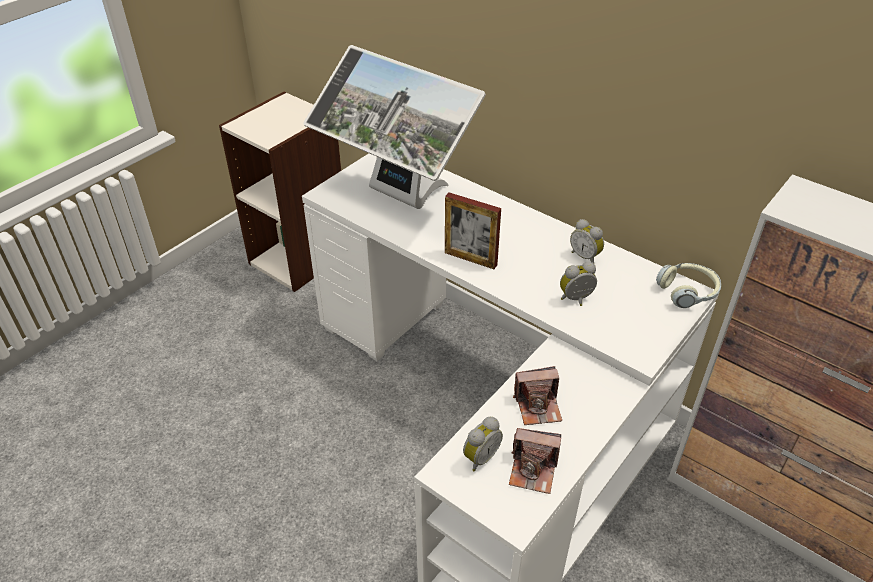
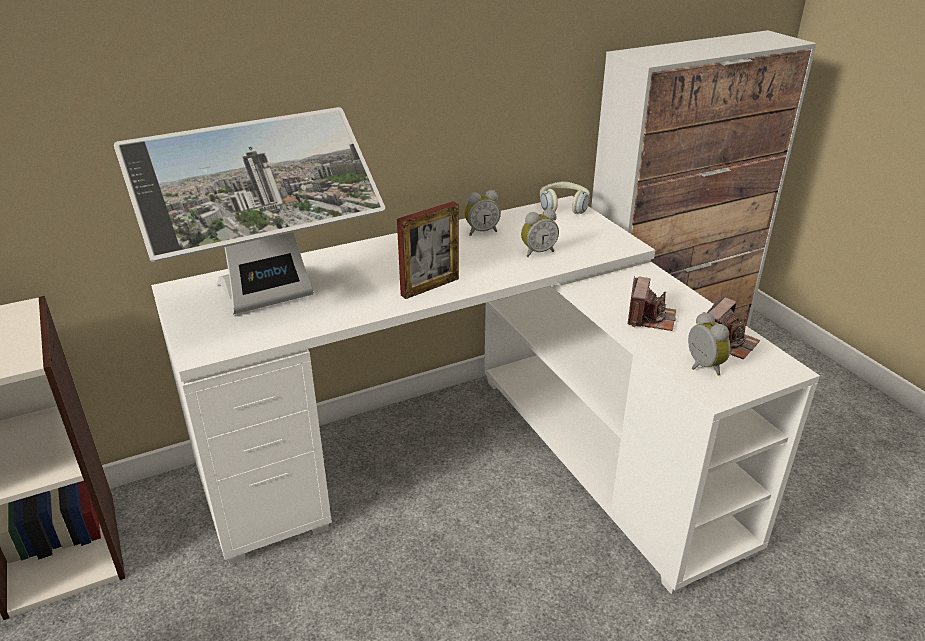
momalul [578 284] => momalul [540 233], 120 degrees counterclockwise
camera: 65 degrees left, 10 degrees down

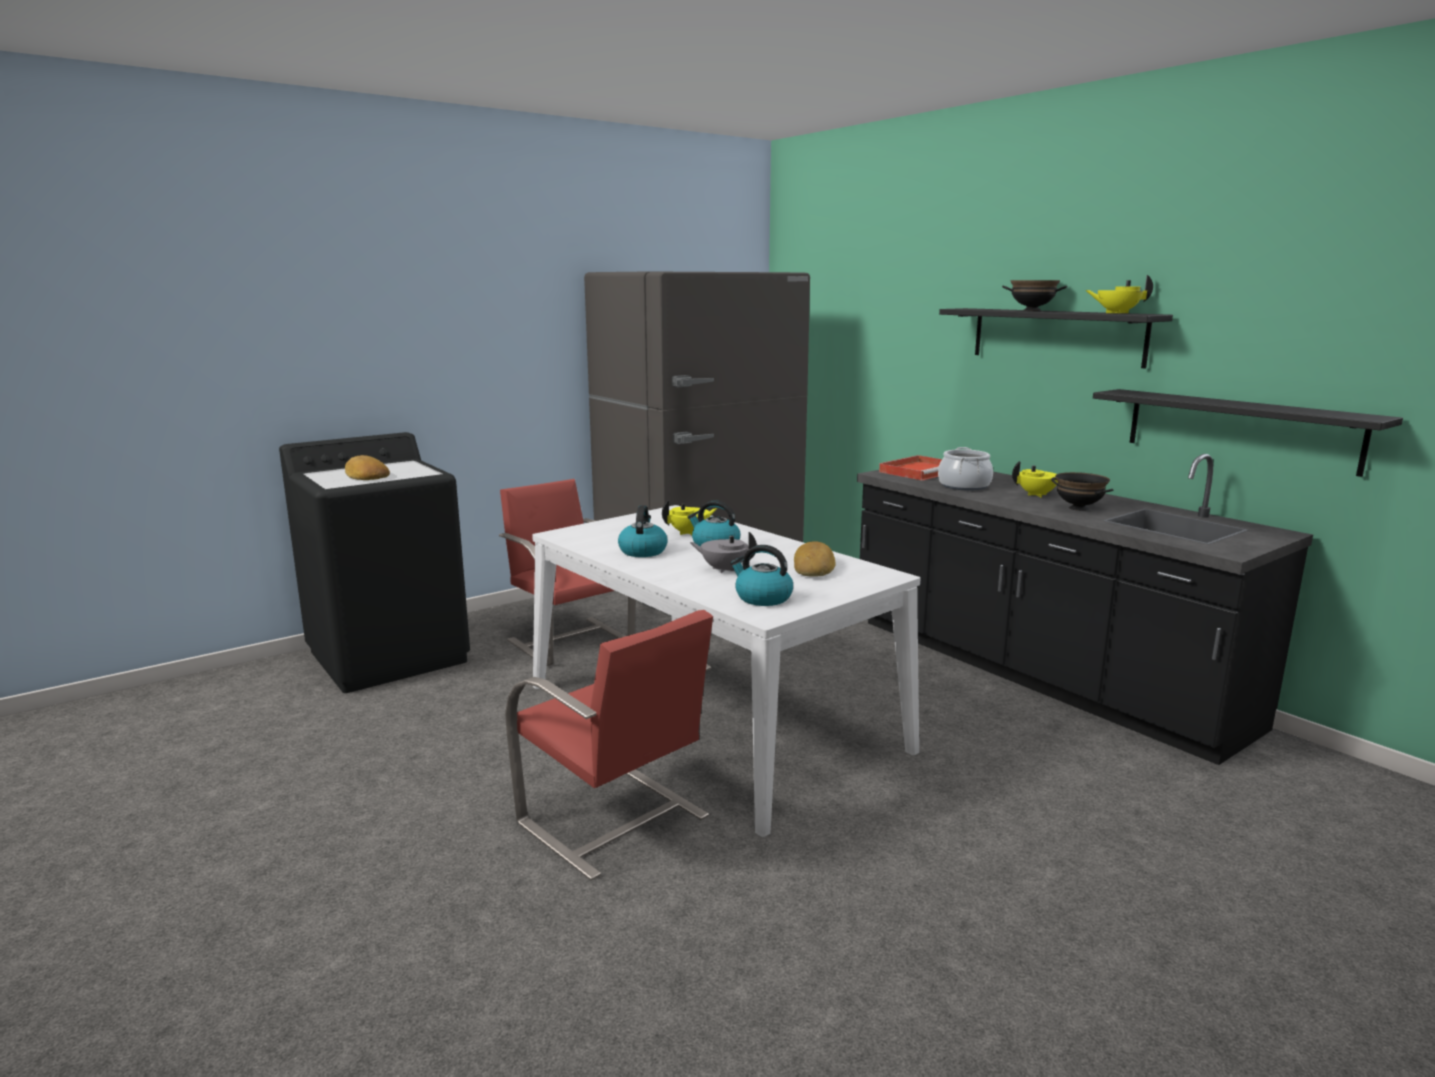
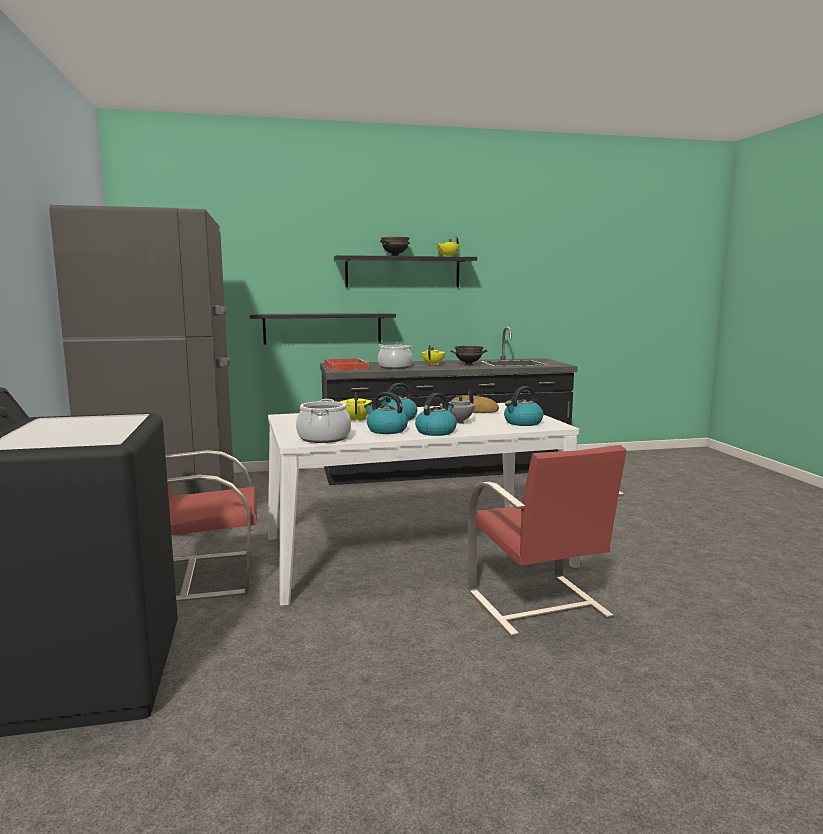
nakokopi [367 467] => nothing
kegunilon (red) [609 745] => kegunilon (red) [547 541], 90 degrees clockwise
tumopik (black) [1248 433] => tumopik (black) [323 328], moved
nothing => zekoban [323 421]
nothing => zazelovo [436 414]
camera: 65 degrees left, 5 degrees down

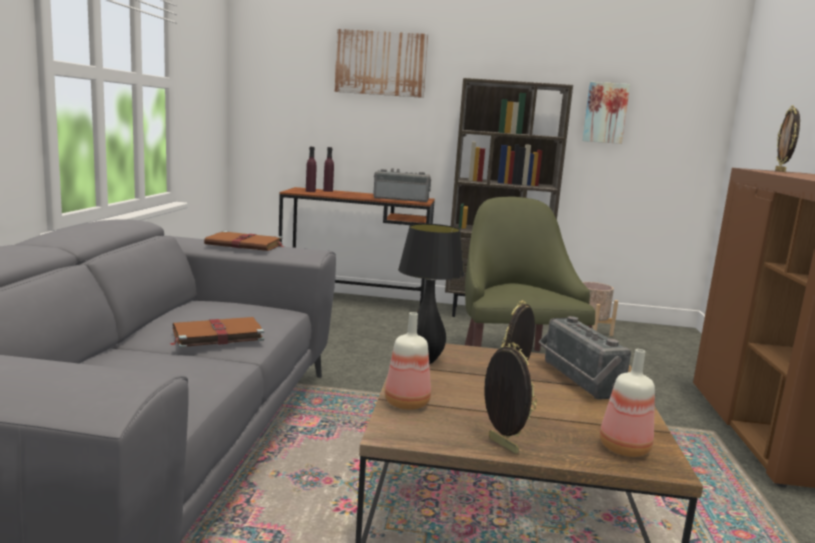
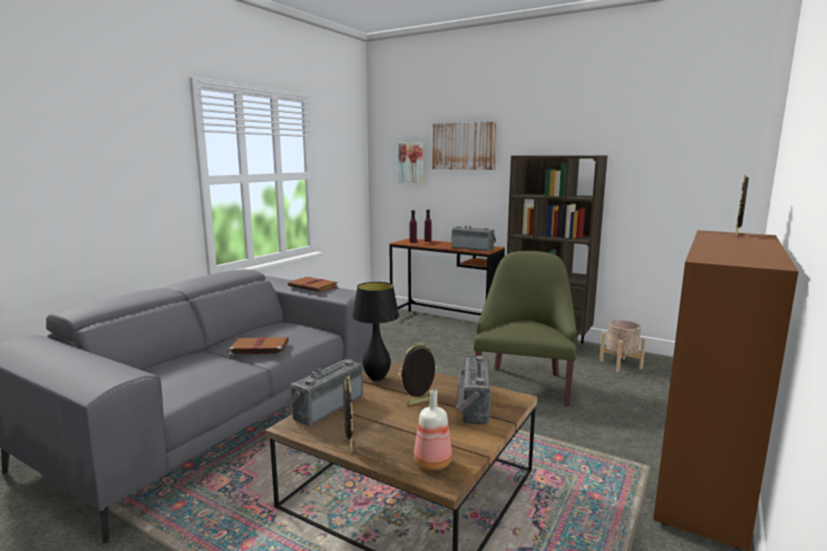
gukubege [408 361] => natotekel [324 392]
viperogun [606 113] => viperogun [410 162], moved
camera: 25 degrees right, 0 degrees up

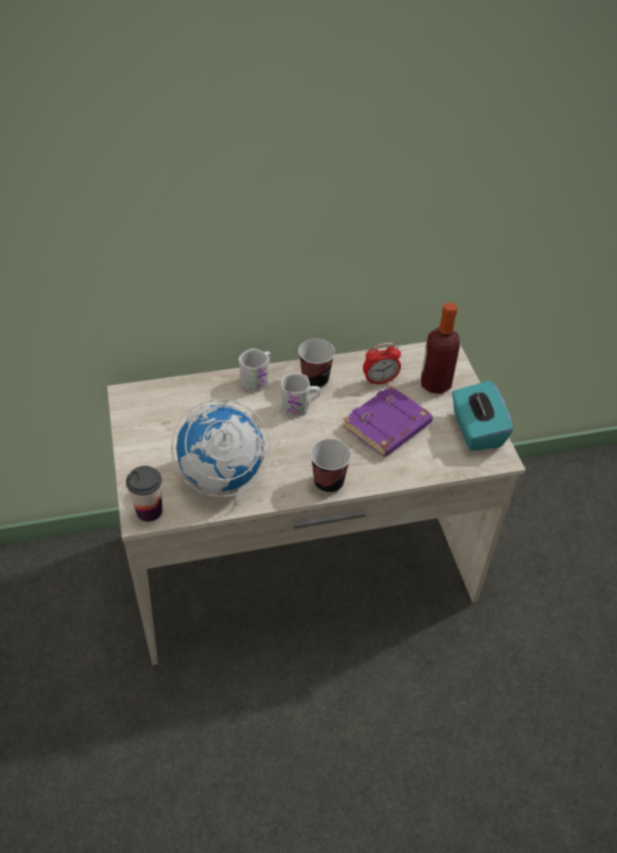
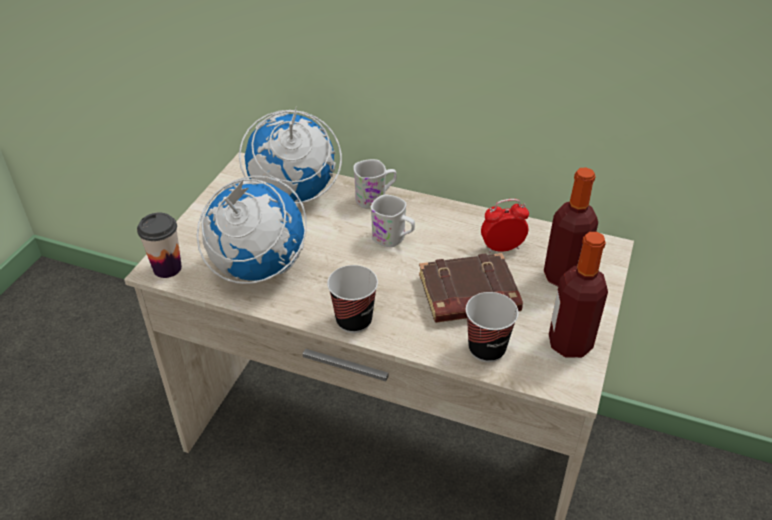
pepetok [316 363] => pepetok [492 327], moved
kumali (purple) [388 421] => kumali (brown) [471 288]
momalul [382 364] => momalul [505 226], 150 degrees clockwise
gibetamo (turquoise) [482 415] => gukubege [578 295]
nothing => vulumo [290 154]
camera: 35 degrees right, 5 degrees down

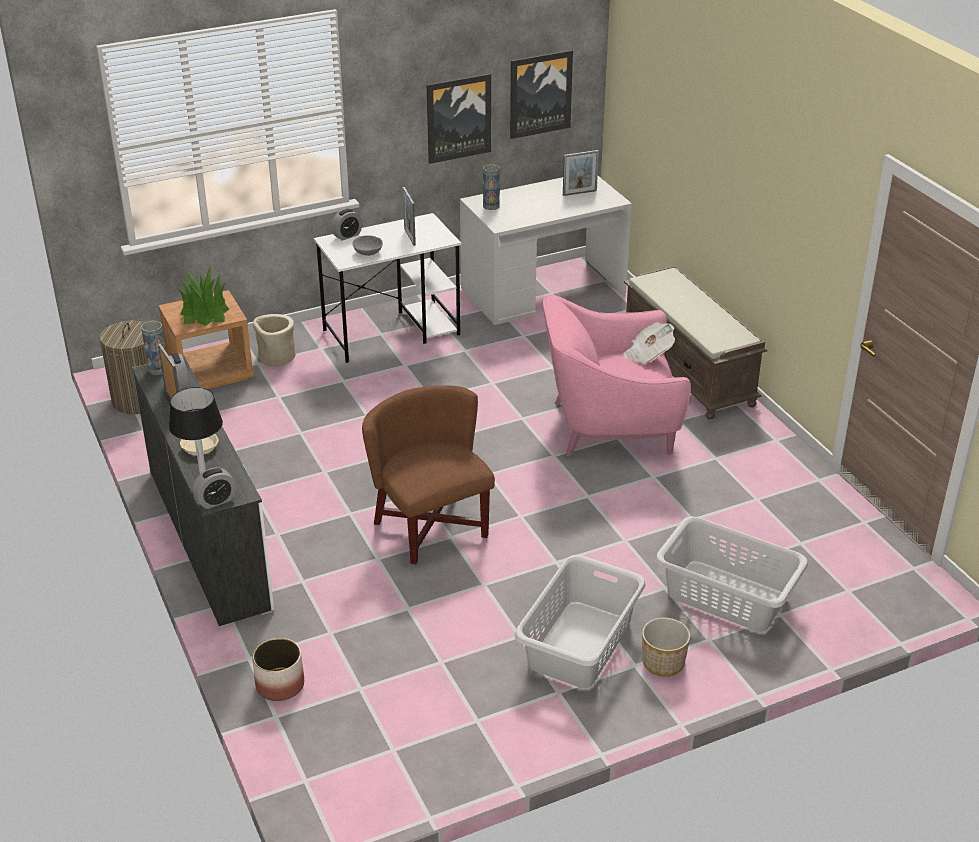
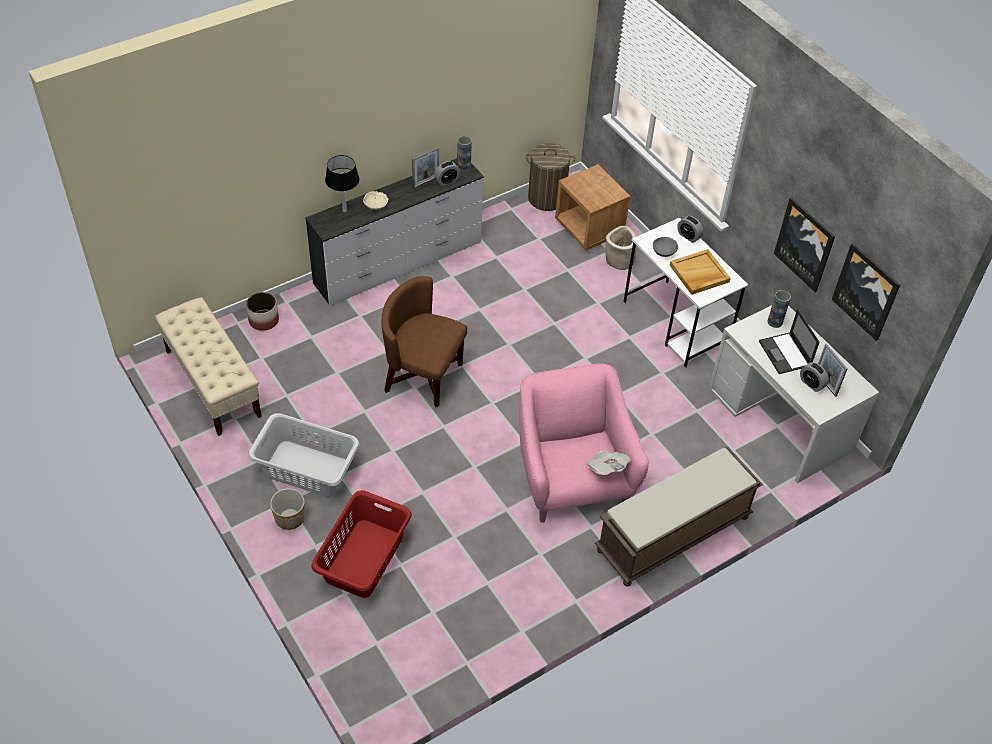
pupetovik [204 295] => nothing
momalul [215 488] => momalul [814 377], moved
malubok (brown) [428 474] => malubok (brown) [424 341], 120 degrees counterclockwise
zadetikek [409 216] => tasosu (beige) [700 272]
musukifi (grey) [731 574] => musukifi (red) [361 544]
nothing => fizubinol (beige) [208 366]
nothing => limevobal [789 341]
camera: 80 degrees right, 15 degrees up

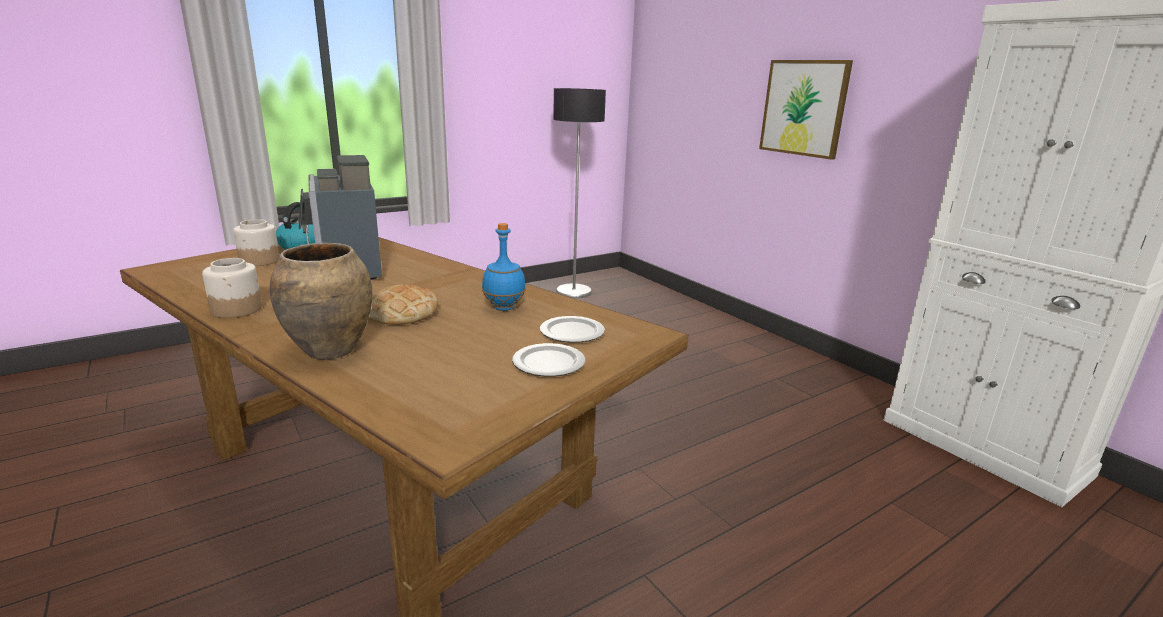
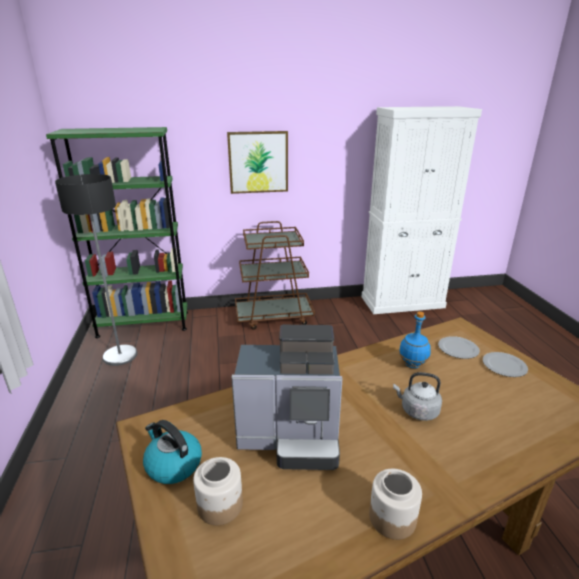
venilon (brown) [321 301] => nothing
nakokopi [403 304] => zazelovo (grey) [417 396]
nothing => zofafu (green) [117 232]
nothing => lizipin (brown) [275 275]
camera: 65 degrees left, 5 degrees up

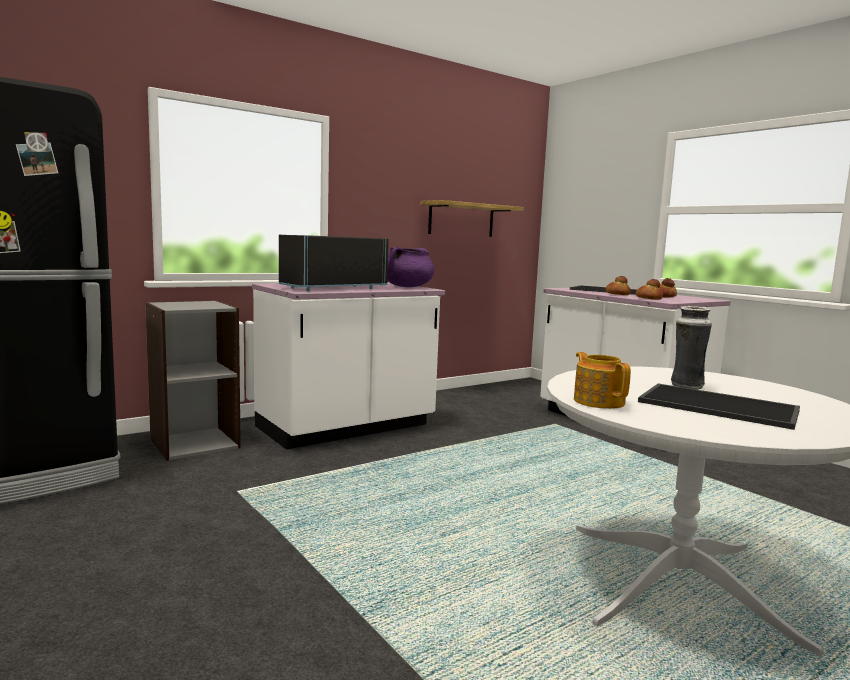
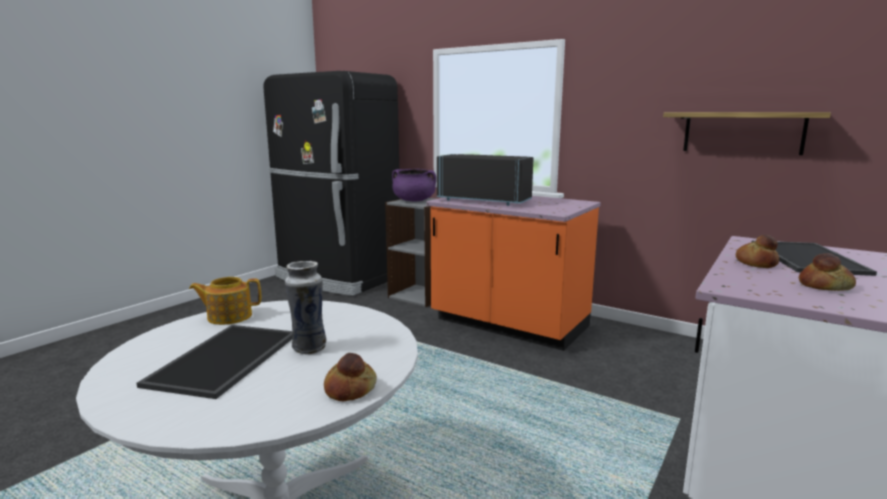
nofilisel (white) [348 366] => nofilisel (orange) [513 273]
zekoban (purple) [410 267] => zekoban (purple) [414 185], moved
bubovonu [602 380] => bubovonu [225 301], 150 degrees counterclockwise
nakokopi [649 289] => nakokopi [350 377], moved
camera: 70 degrees right, 5 degrees up

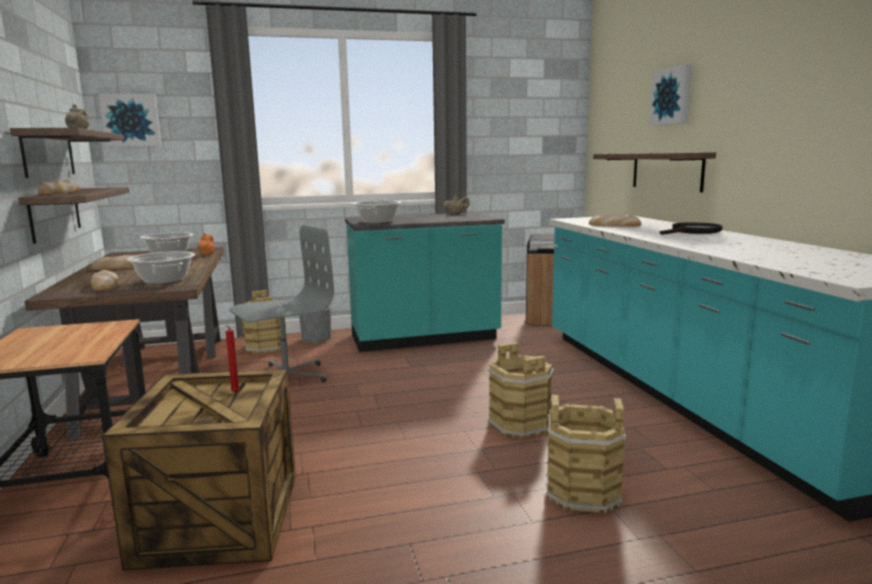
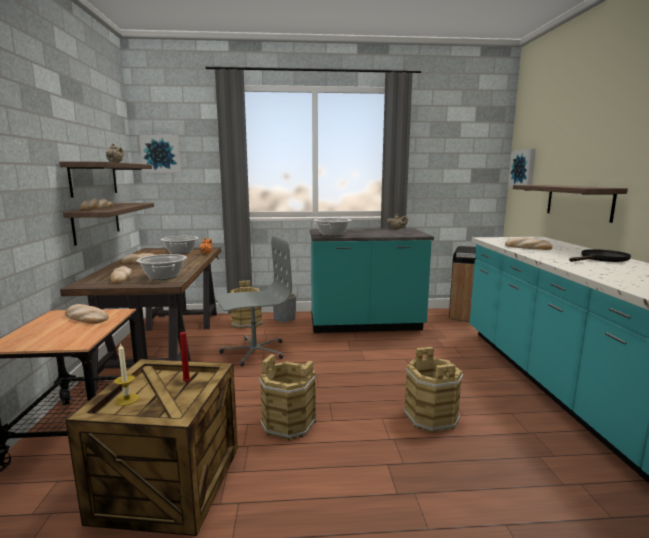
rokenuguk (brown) [586 454] => rokenuguk (brown) [287 397], moved
viperogun [670 95] => viperogun [522 168], moved
nothing => nakokopi [87 314]
nothing => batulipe [126 374]
camera: 10 degrees right, 0 degrees up

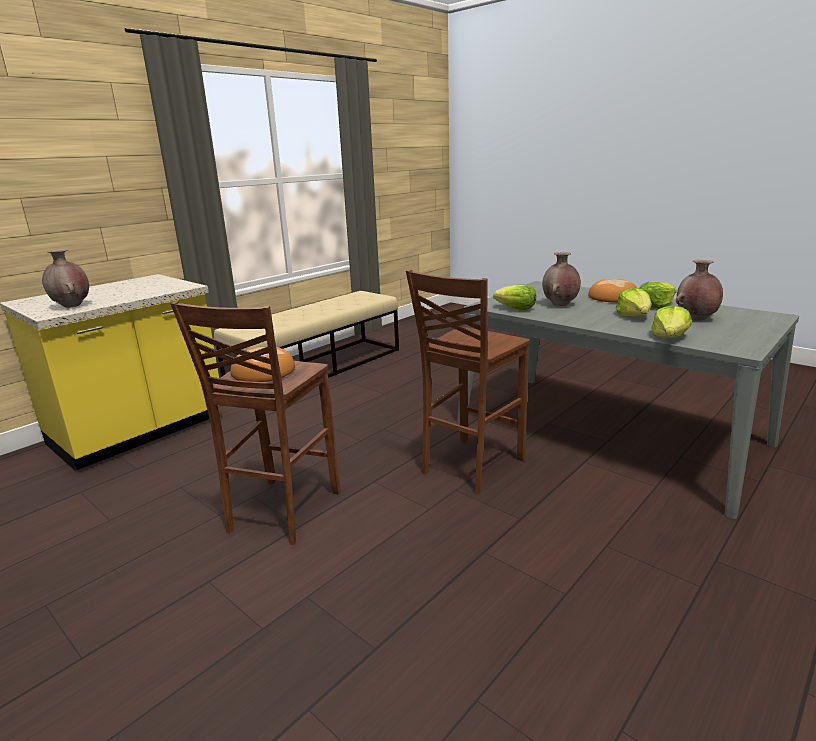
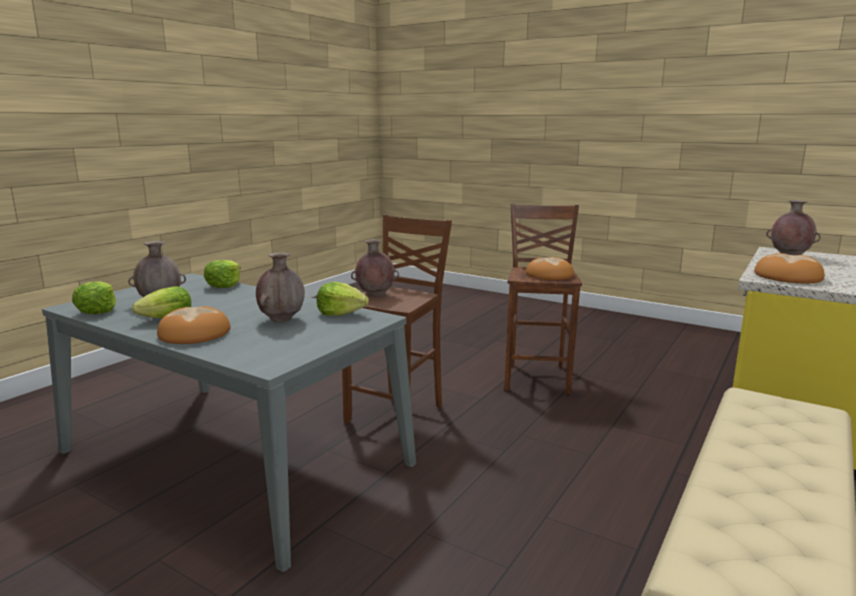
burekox [634 302] => burekox [94 297], moved
nothing => venilon (brown) [375 268]
nothing => nakokopi [789 268]
camera: 170 degrees right, 5 degrees down

